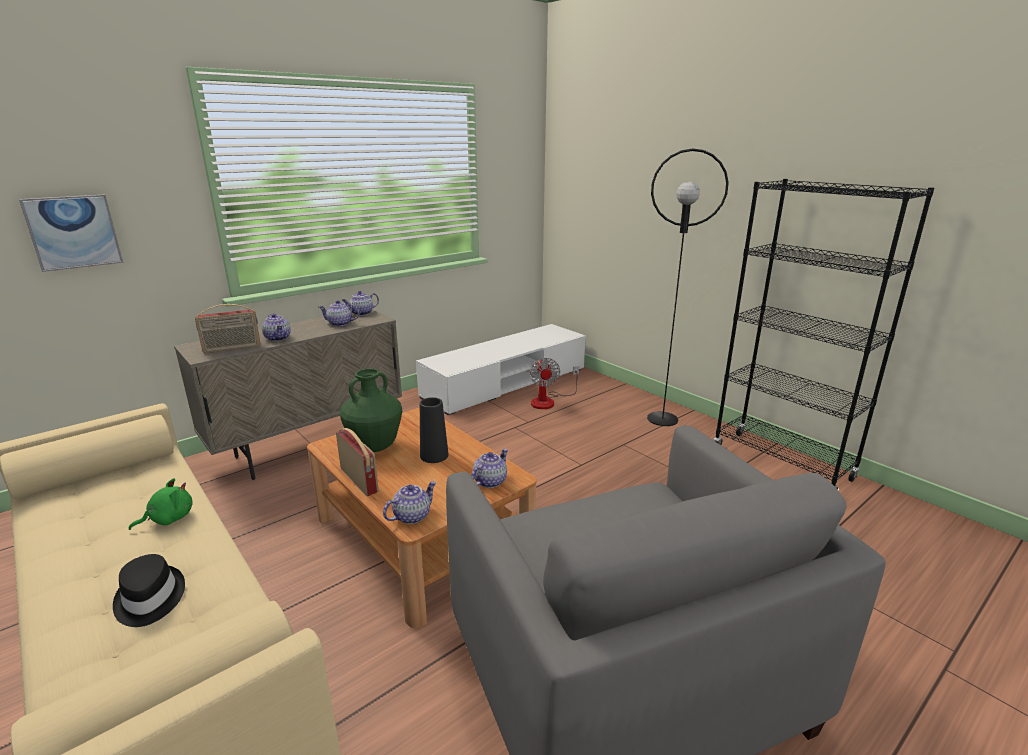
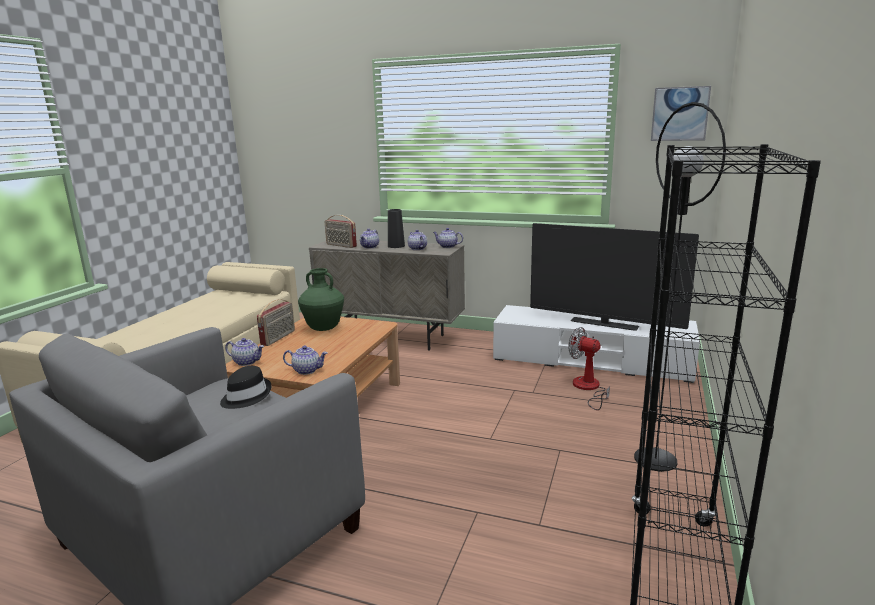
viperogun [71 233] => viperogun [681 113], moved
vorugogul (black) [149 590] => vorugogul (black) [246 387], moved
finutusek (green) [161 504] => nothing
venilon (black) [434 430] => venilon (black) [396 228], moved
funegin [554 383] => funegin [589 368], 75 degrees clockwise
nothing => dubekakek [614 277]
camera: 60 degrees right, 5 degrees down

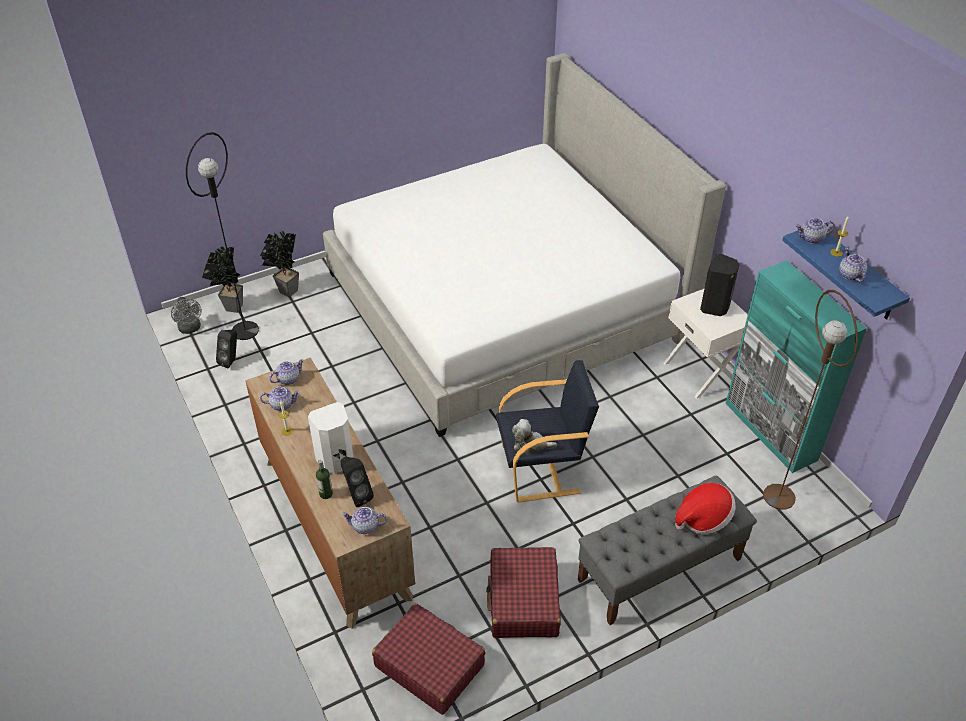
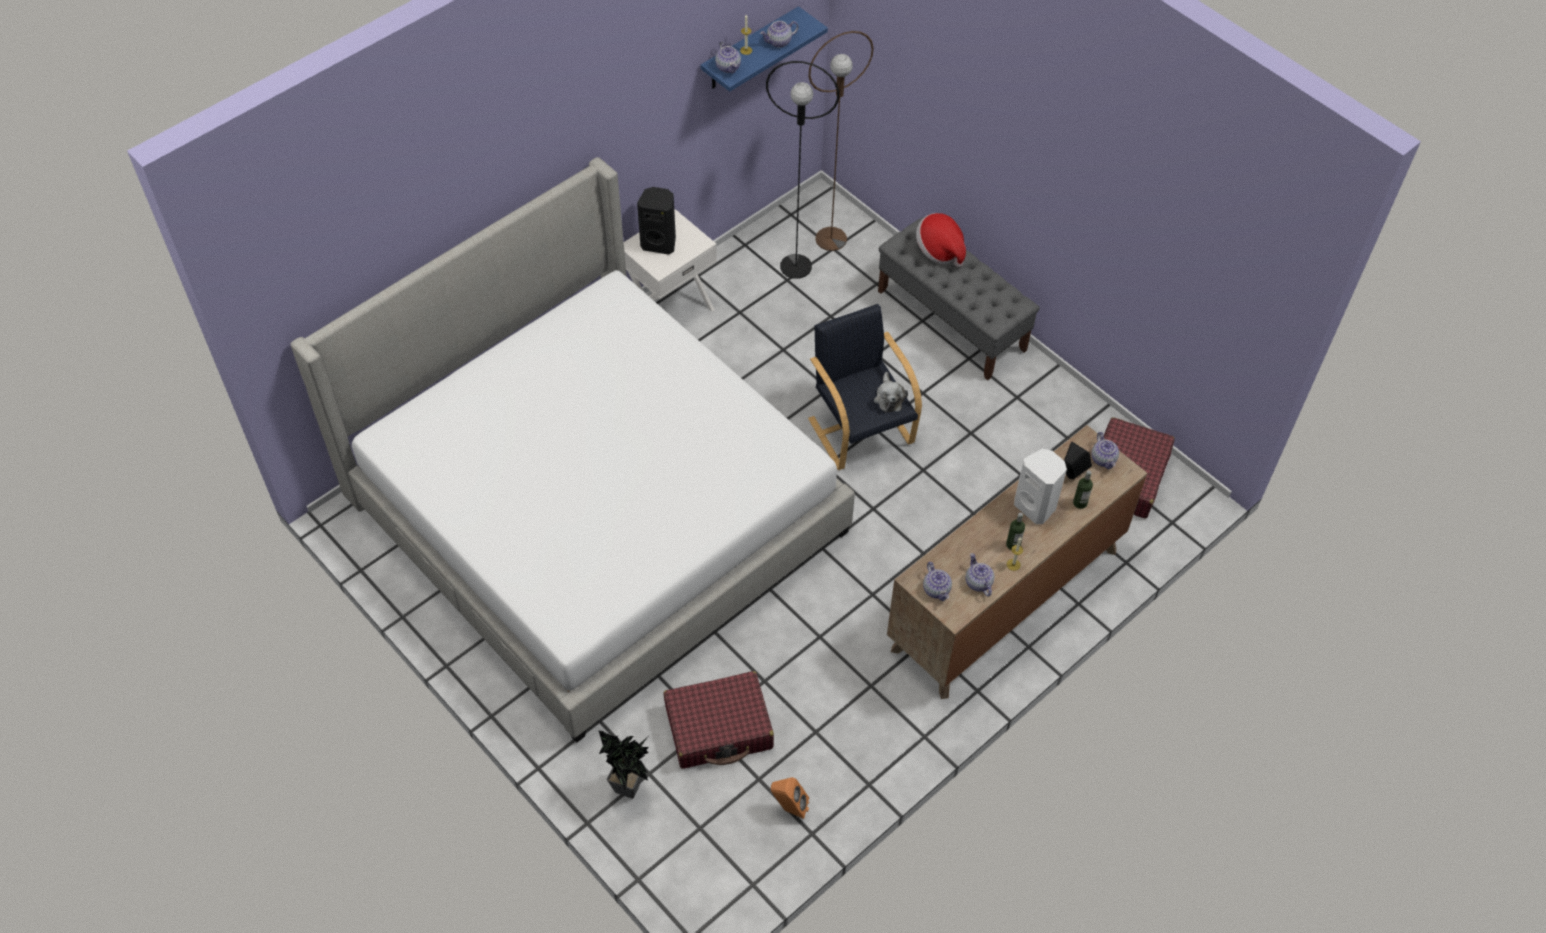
funegin (grey) [186 315] => nothing
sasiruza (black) [222 236] => sasiruza (black) [802 170], moved
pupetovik [222 279] => nothing
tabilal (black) [226 349] => tabilal (orange) [790 798]
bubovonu [286 372] => bubovonu [937 581], 150 degrees counterclockwise
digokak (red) [523 592] => digokak (red) [719 720], moved
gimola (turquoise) [796 366] => nothing
nothing => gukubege [1015 531]
camera: 105 degrees left, 10 degrees up

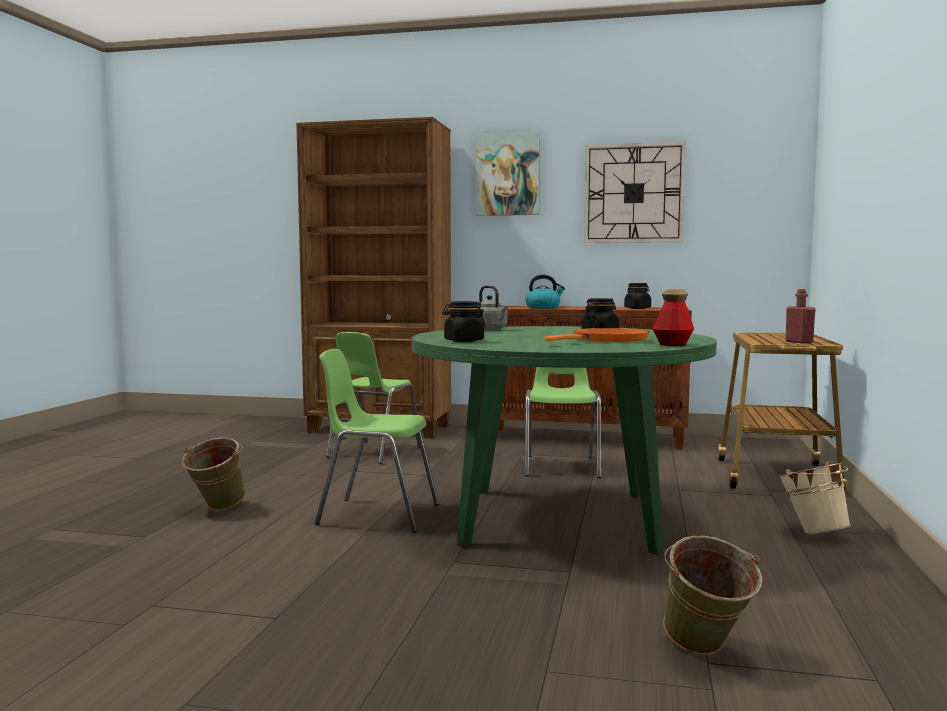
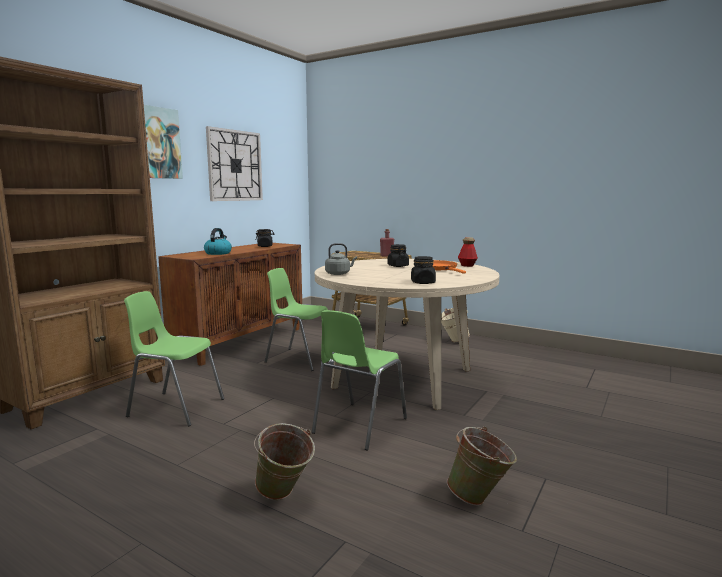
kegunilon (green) [373 398] => kegunilon (green) [174 358], 150 degrees clockwise
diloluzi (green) [564 440] => diloluzi (beige) [407 334]
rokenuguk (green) [712 595] => rokenuguk (green) [482 466], moved
camera: 70 degrees left, 5 degrees up

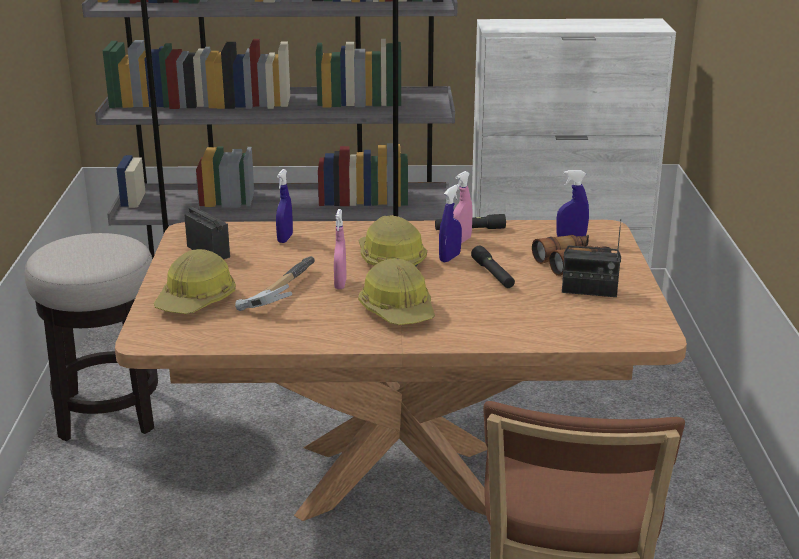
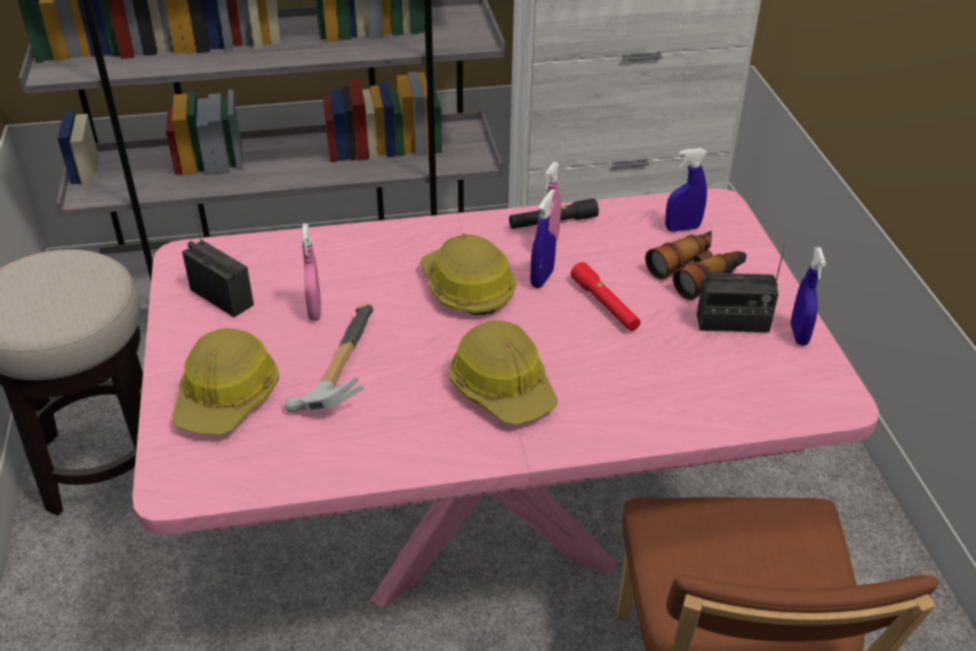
diloluzi (brown) [401 370] => diloluzi (pink) [505 398]
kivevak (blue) [284 206] => kivevak (blue) [808 296], moved
kivevak (pink) [340 249] => kivevak (pink) [311 272], moved
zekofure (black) [493 267] => zekofure (red) [606 296]
camera: 10 degrees left, 15 degrees up

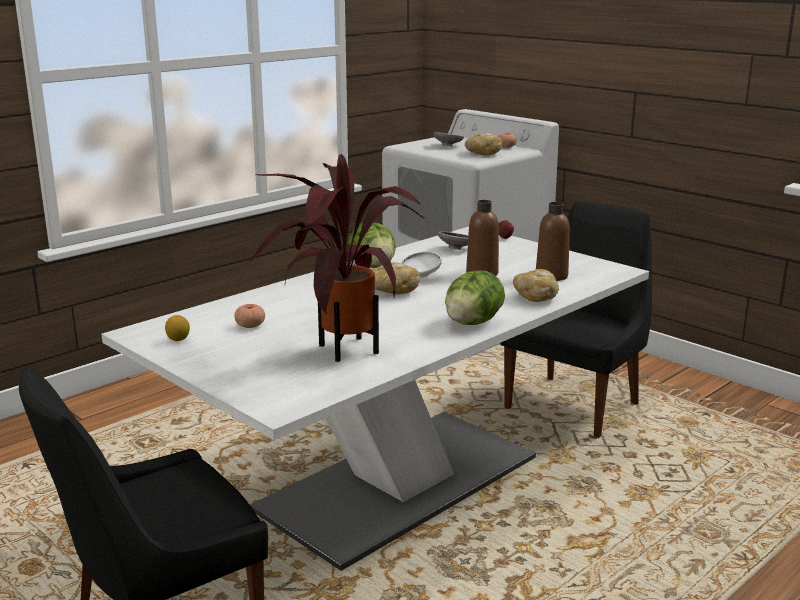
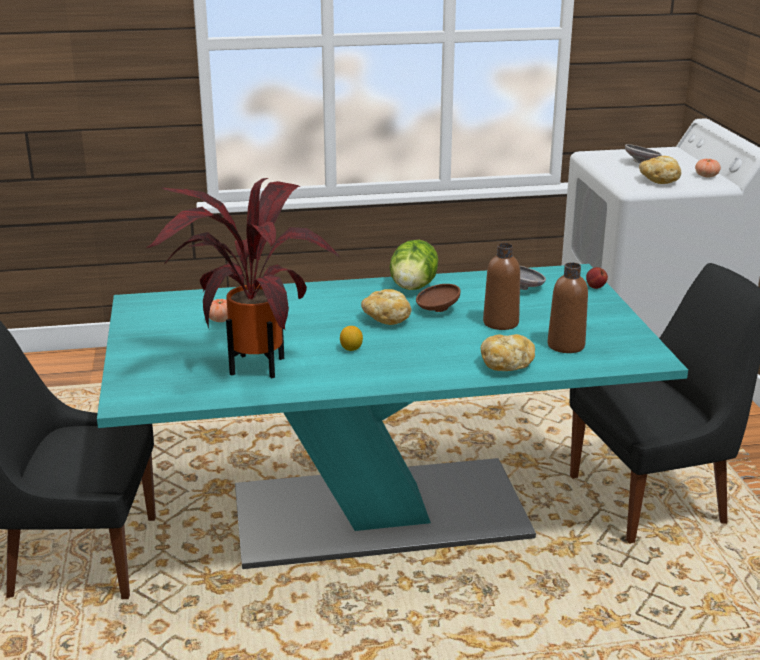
diloluzi (white) [375 399] => diloluzi (turquoise) [392 416]
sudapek [177 328] => sudapek [351 338], moved
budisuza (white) [421 264] => budisuza (brown) [438 298]
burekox [475 298] => nothing
camera: 35 degrees right, 5 degrees up

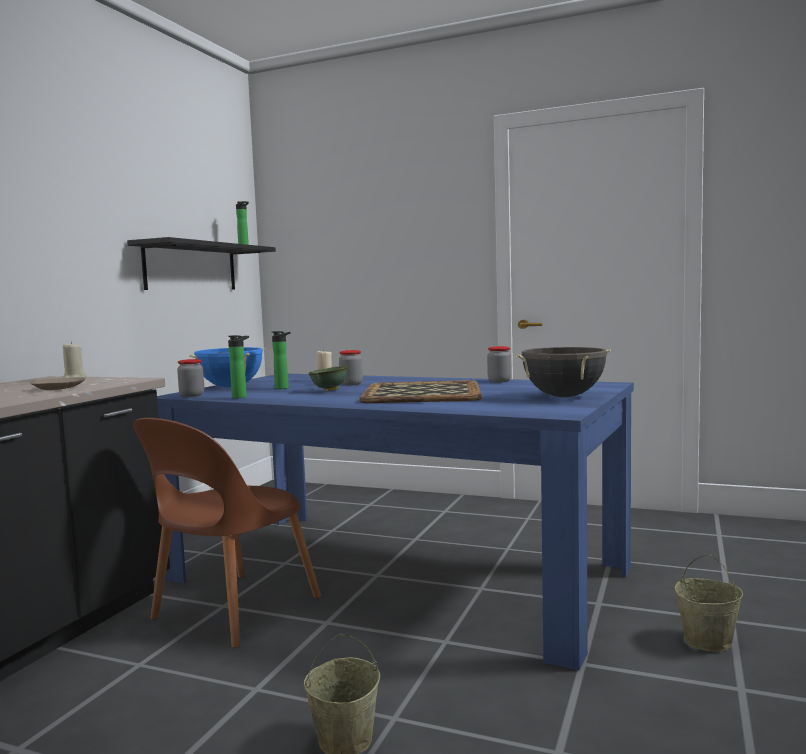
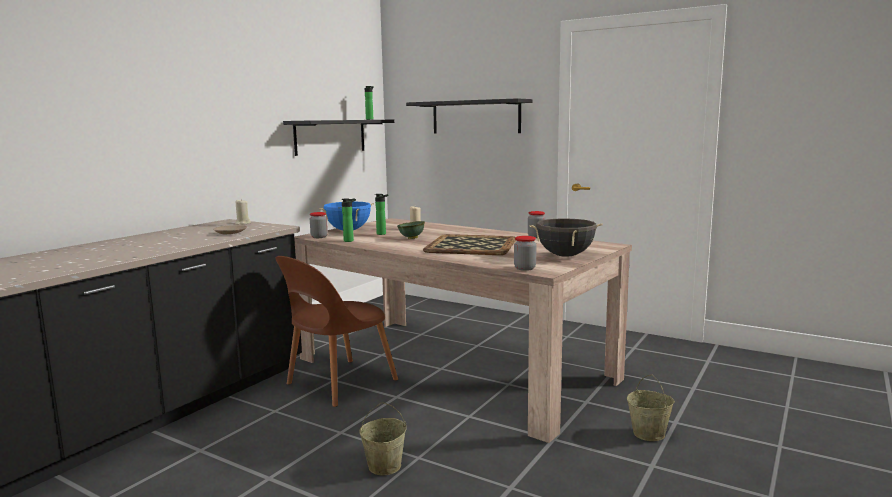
diloluzi (blue) [395 522] => diloluzi (beige) [463 330]
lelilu [351 367] => lelilu [525 253], moved
nothing => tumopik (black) [469 116]
camera: 10 degrees right, 5 degrees up

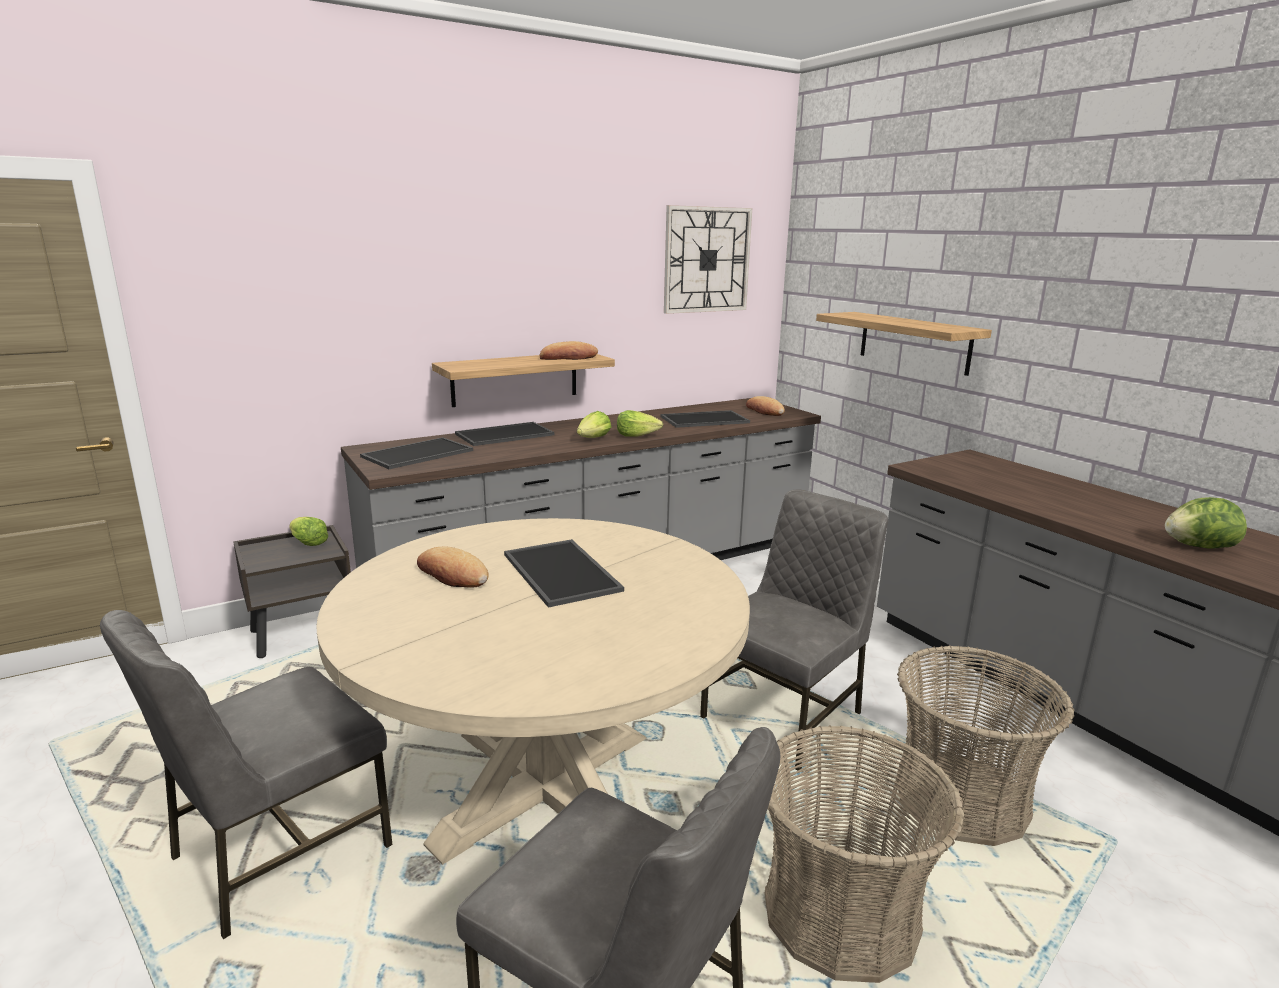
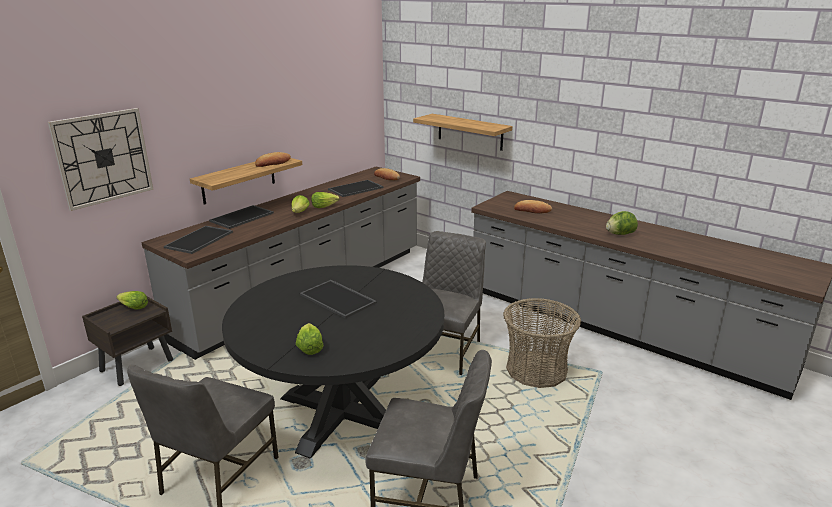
diloluzi (beige) [533 691] => diloluzi (black) [333 362]
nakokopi [453 567] => nakokopi [533 207], moved
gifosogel [708 259] => gifosogel [100 159], moved
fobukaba [865 854] => nothing
nothing => burekox [309 339]
camera: 20 degrees left, 5 degrees up

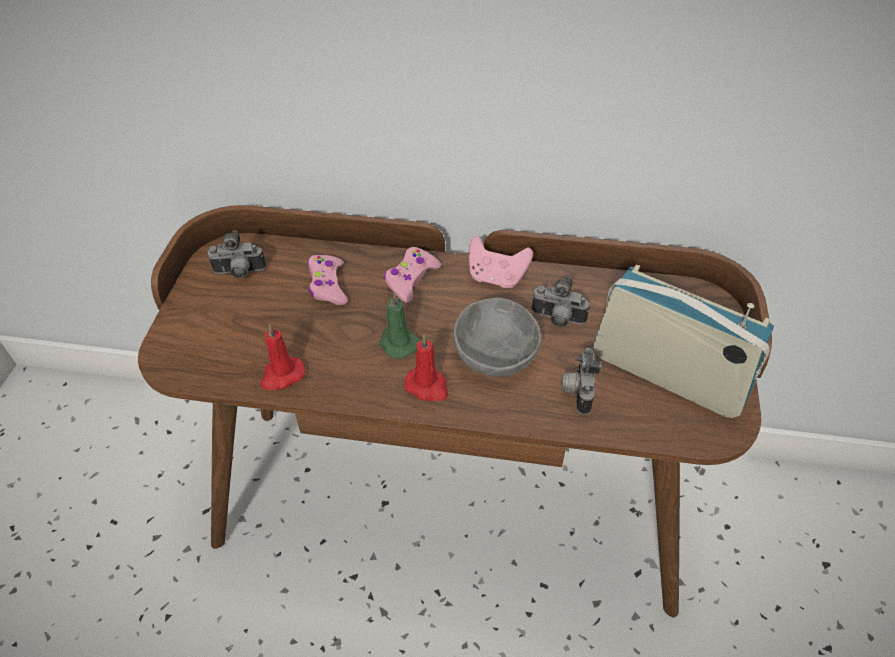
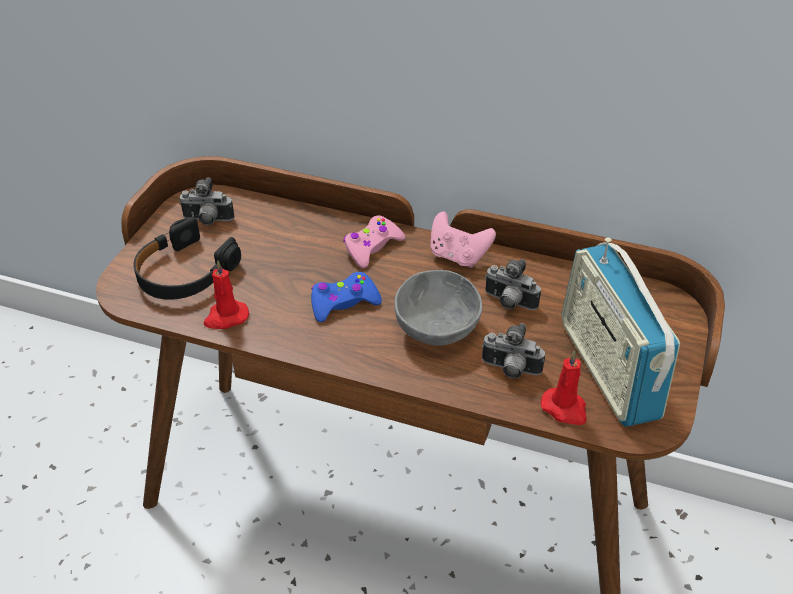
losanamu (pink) [327 280] => nothing
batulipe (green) [399 325] => losanamu (blue) [346 297]
batulipe (red) [426 368] => batulipe (red) [564 388], moved
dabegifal [581 381] => dabegifal [513 351], 90 degrees counterclockwise
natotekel [683 341] => natotekel [620 332], 150 degrees counterclockwise
nothing => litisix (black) [187 258]
camera: 10 degrees right, 5 degrees down

